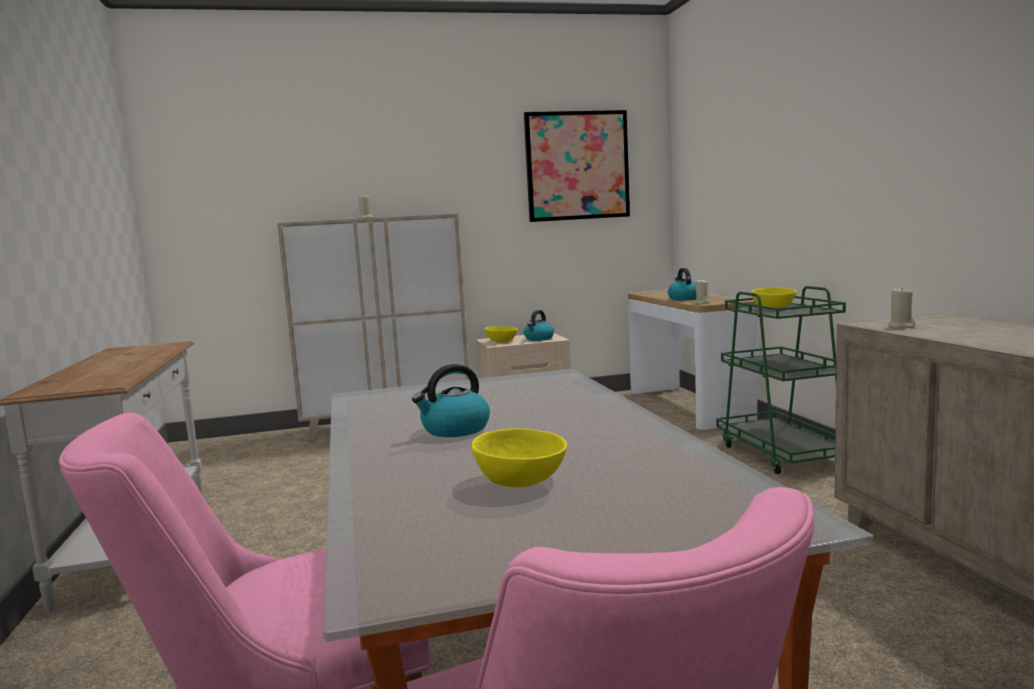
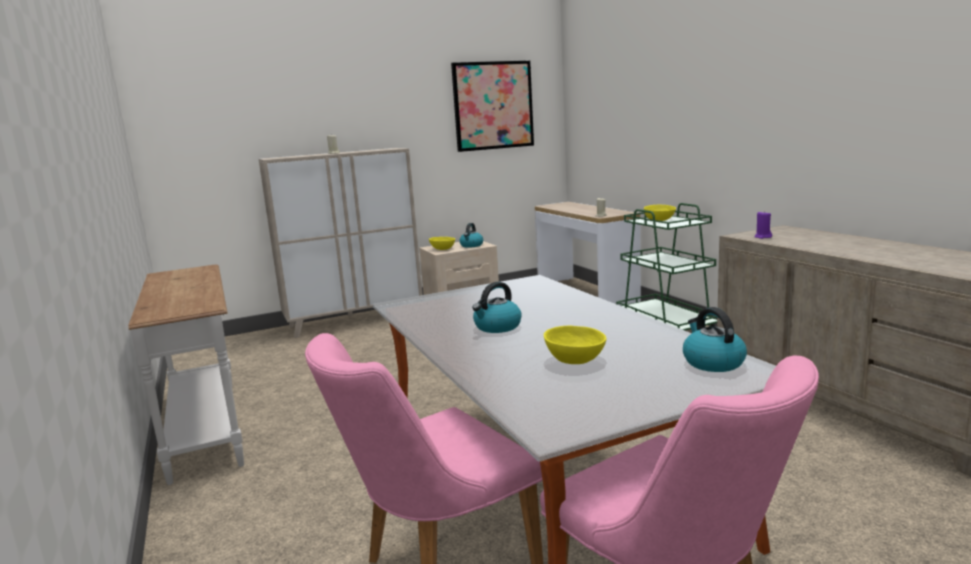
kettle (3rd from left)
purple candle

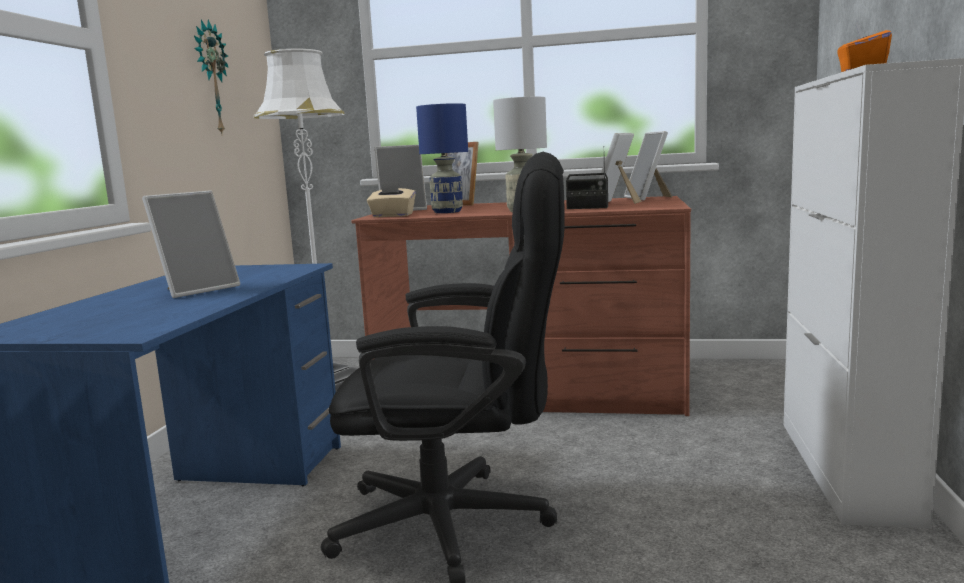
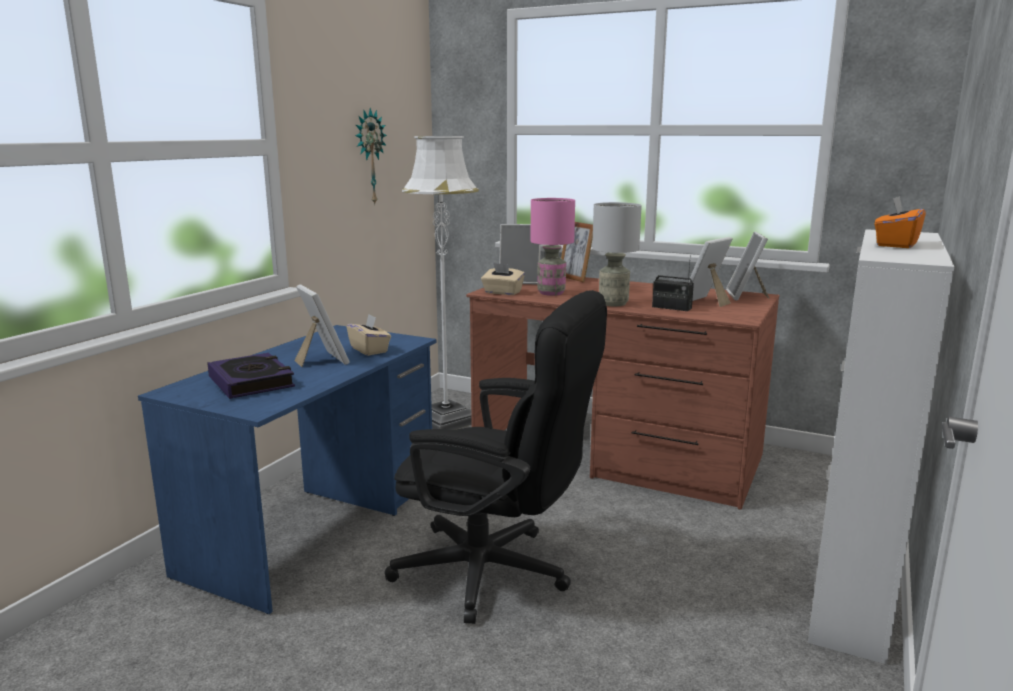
pink table lamp
picture frame (1st from left)
beige tissue box (1st from left)
book

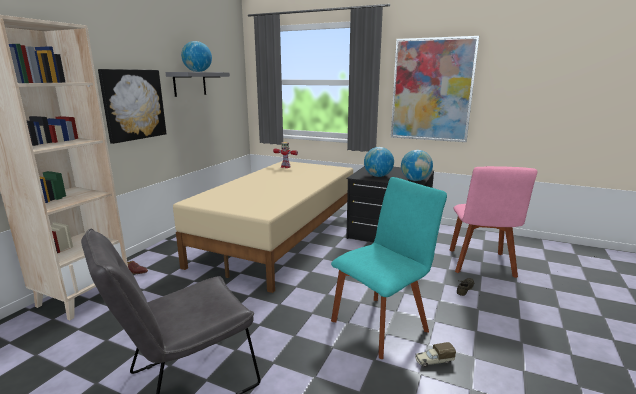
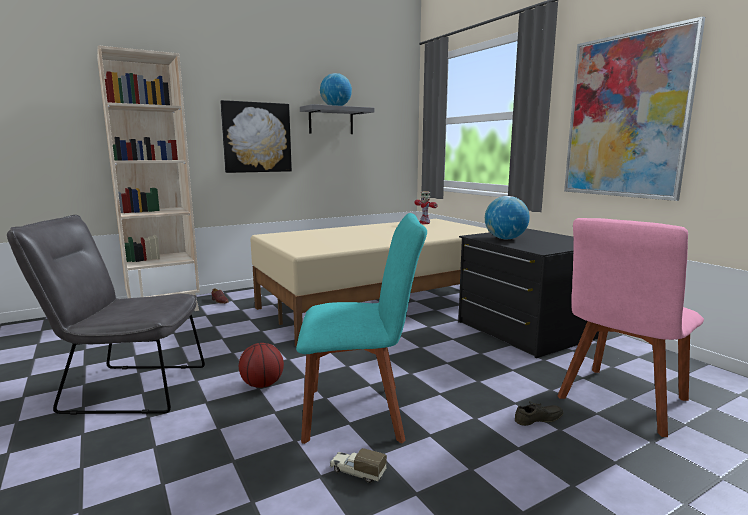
globe (3rd from left in the first image)
basketball

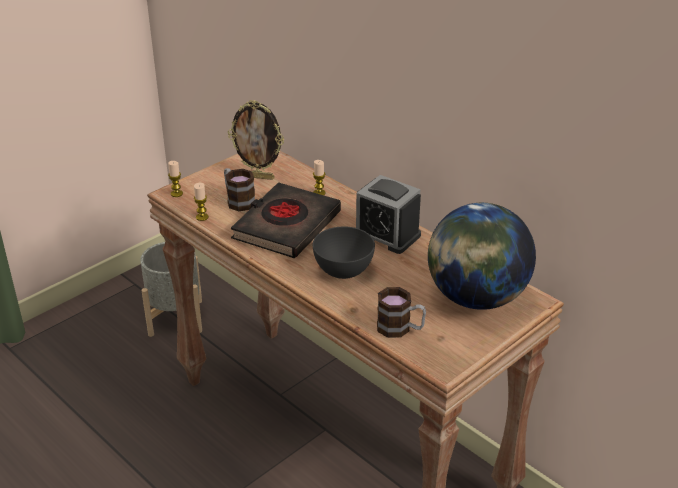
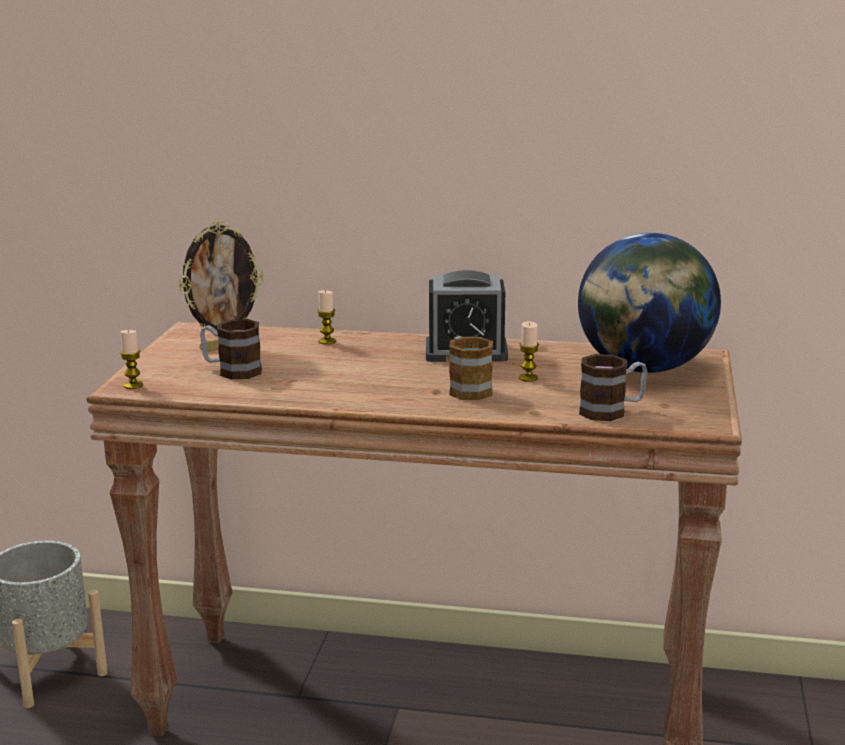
black book
candle (3rd from left)
mug (2nd from left)

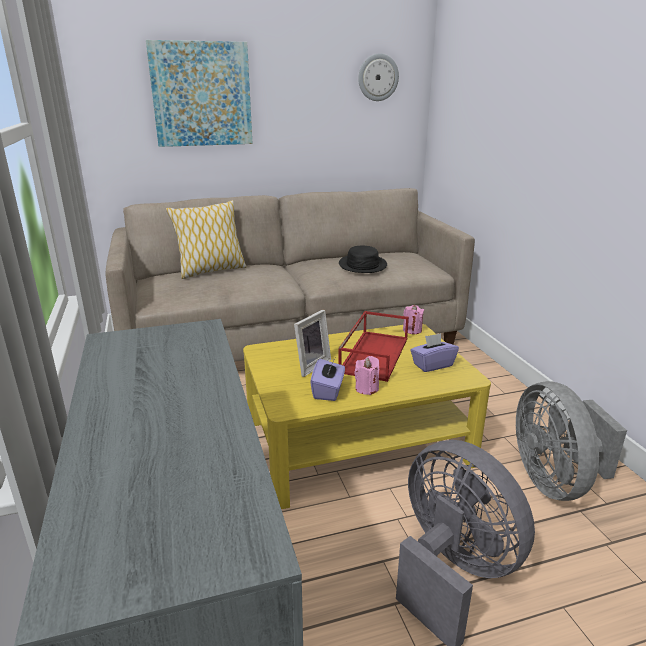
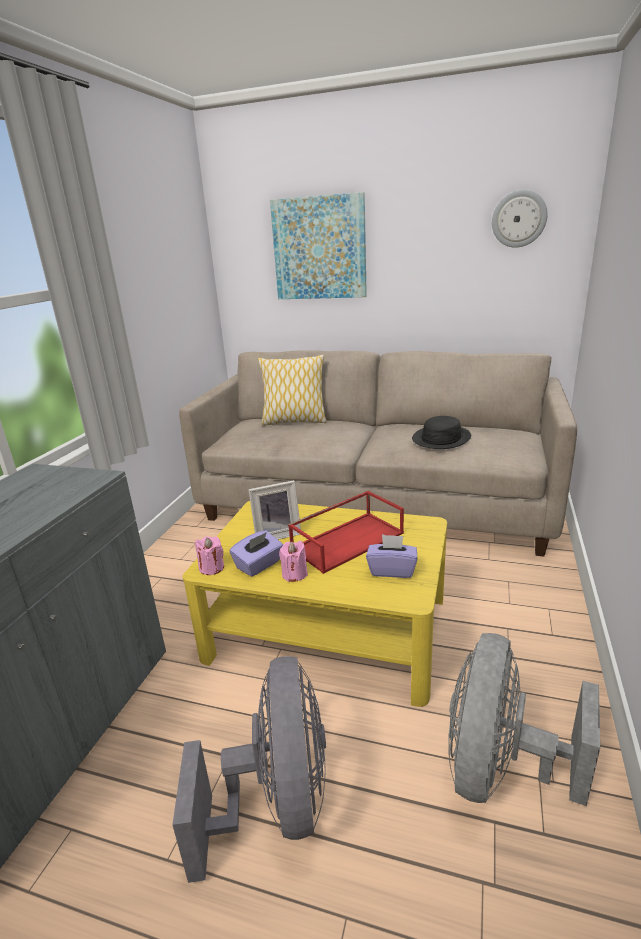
pink candle (1st from left)

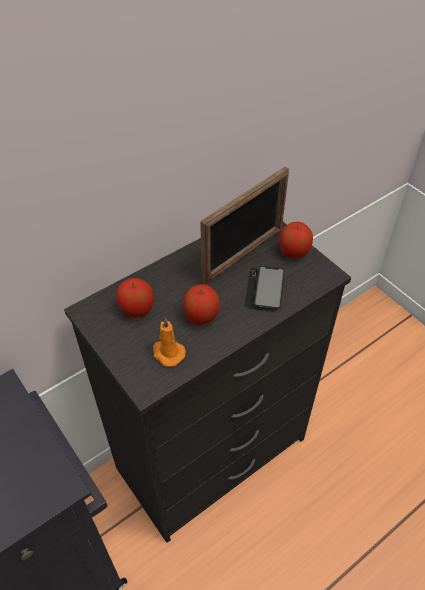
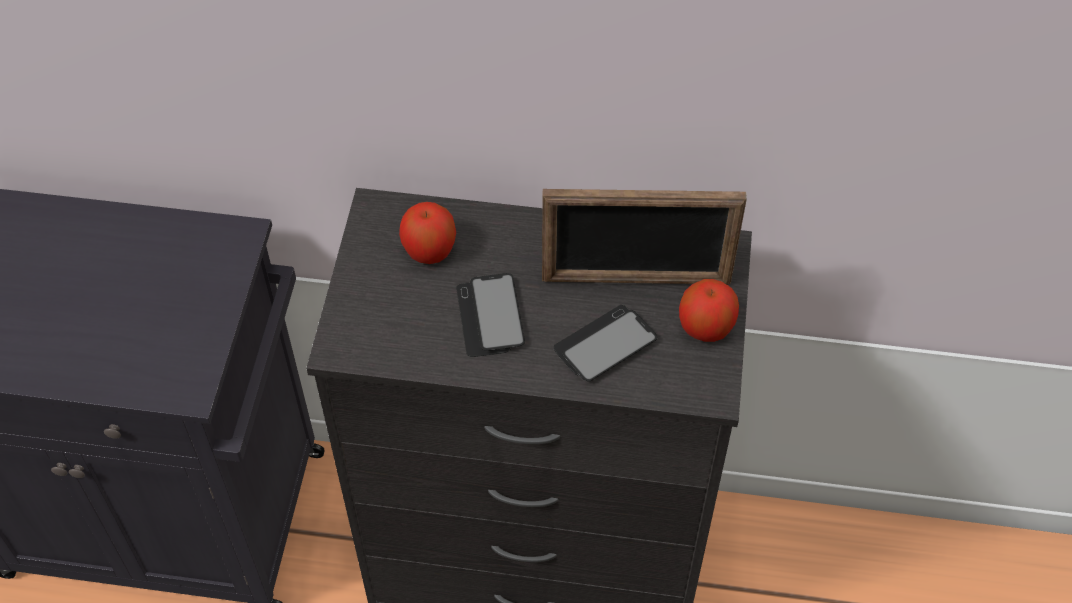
phone (1st from left)
orange candle

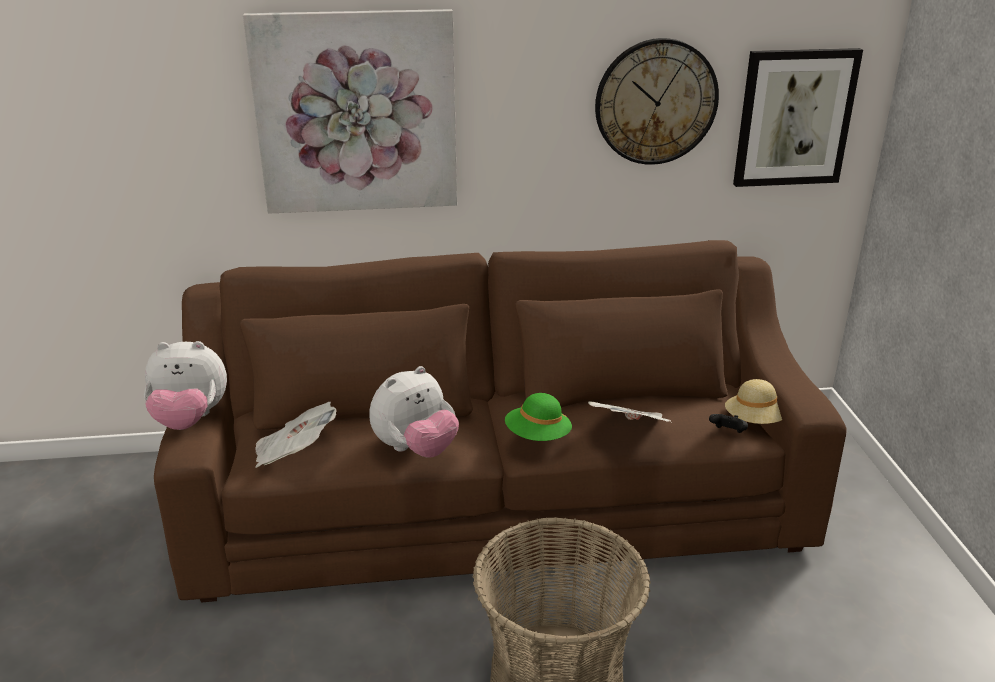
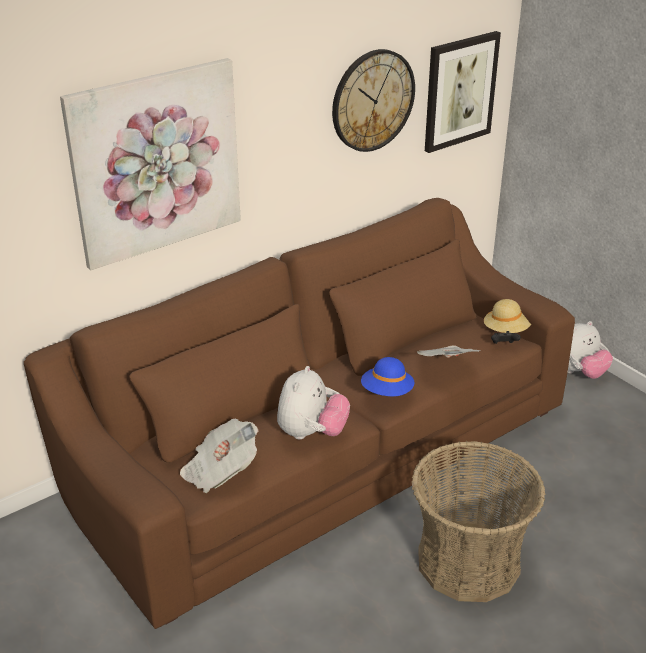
plush toy (2nd from left)
blue hat

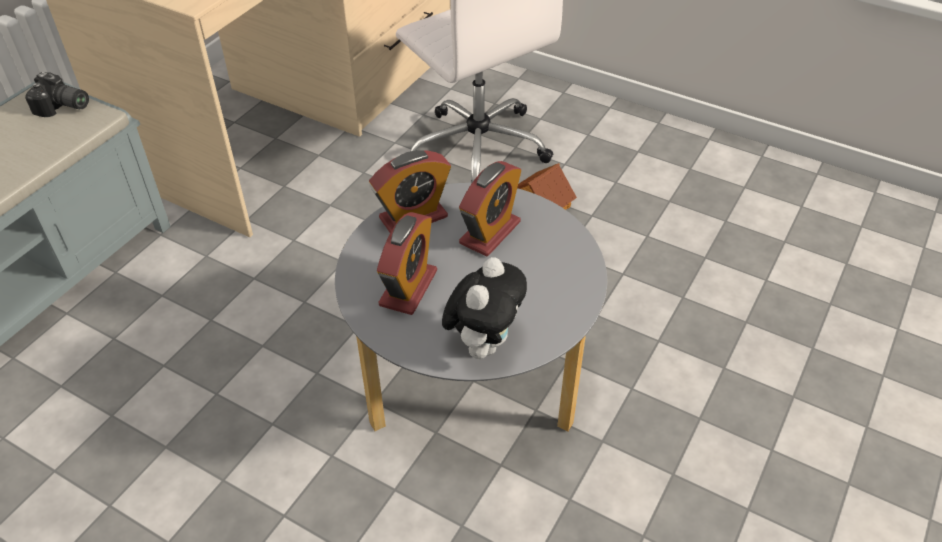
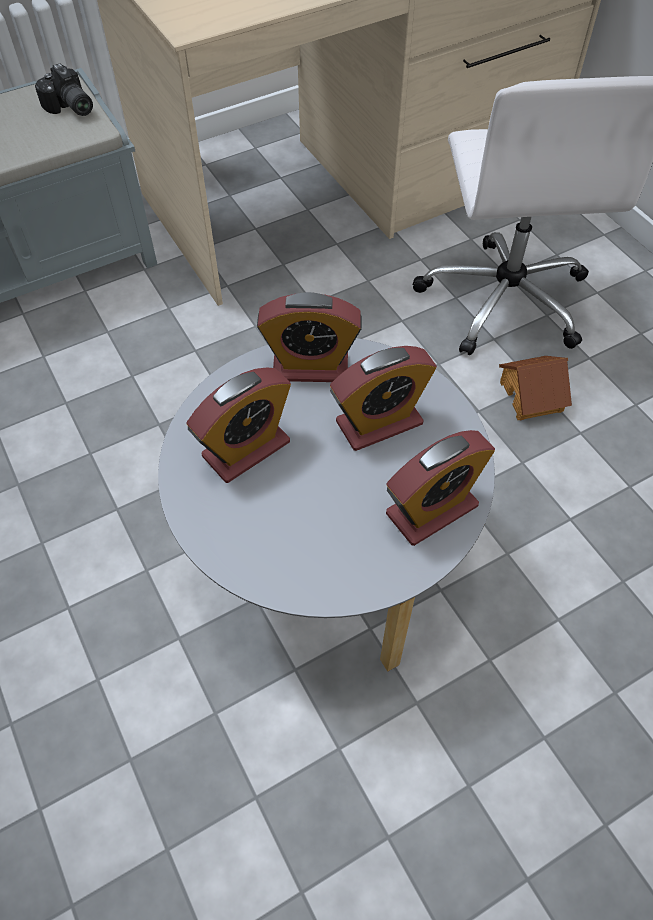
plush toy
alarm clock (4th from left)

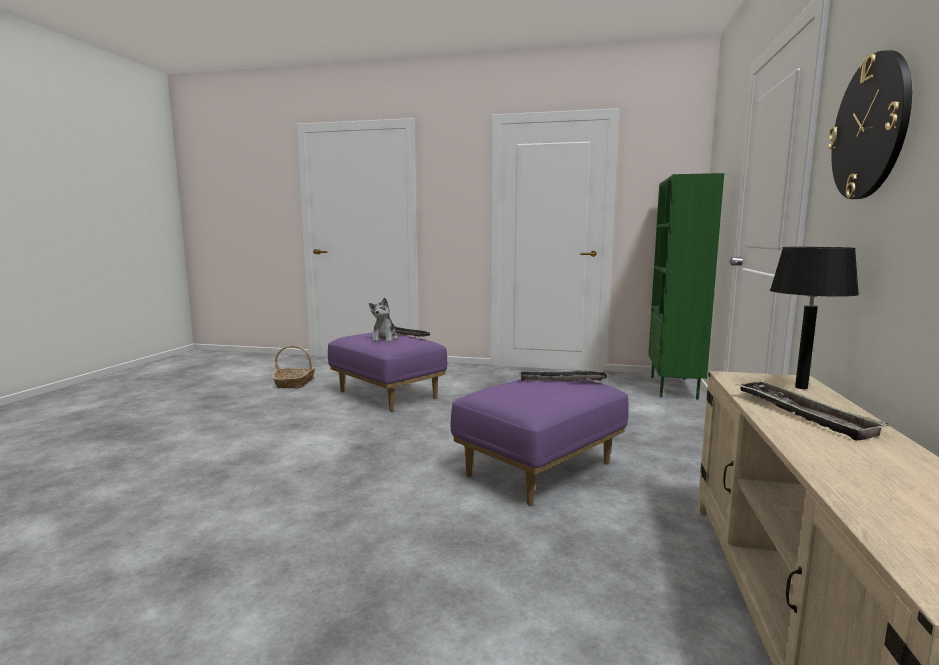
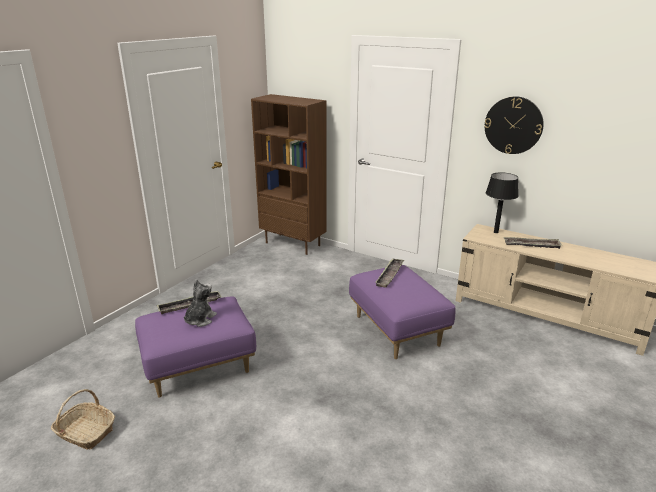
brown bookcase
plush toy

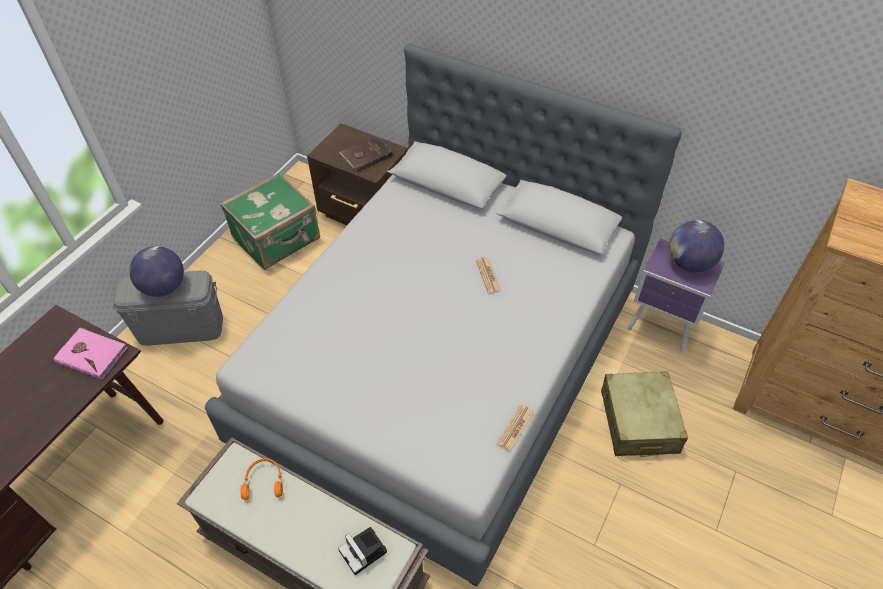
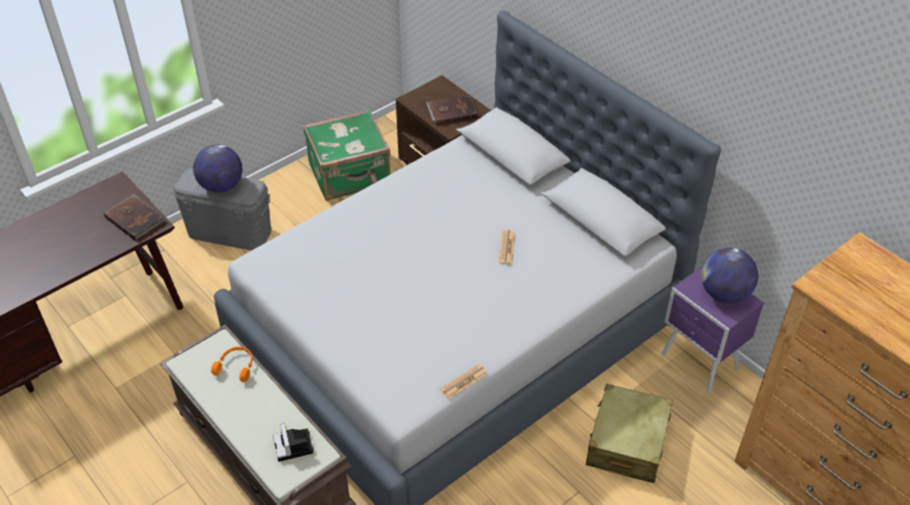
brown book (1st from left)

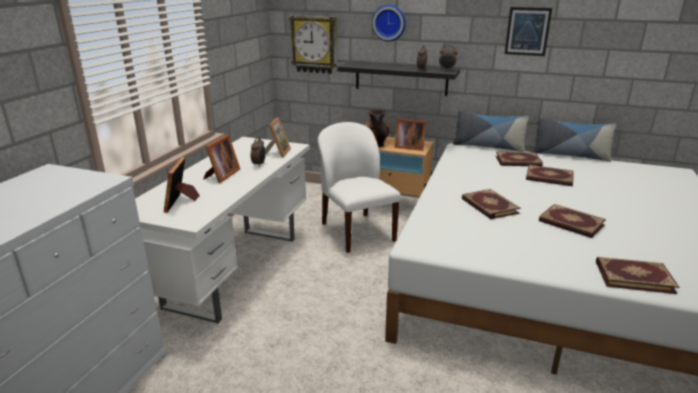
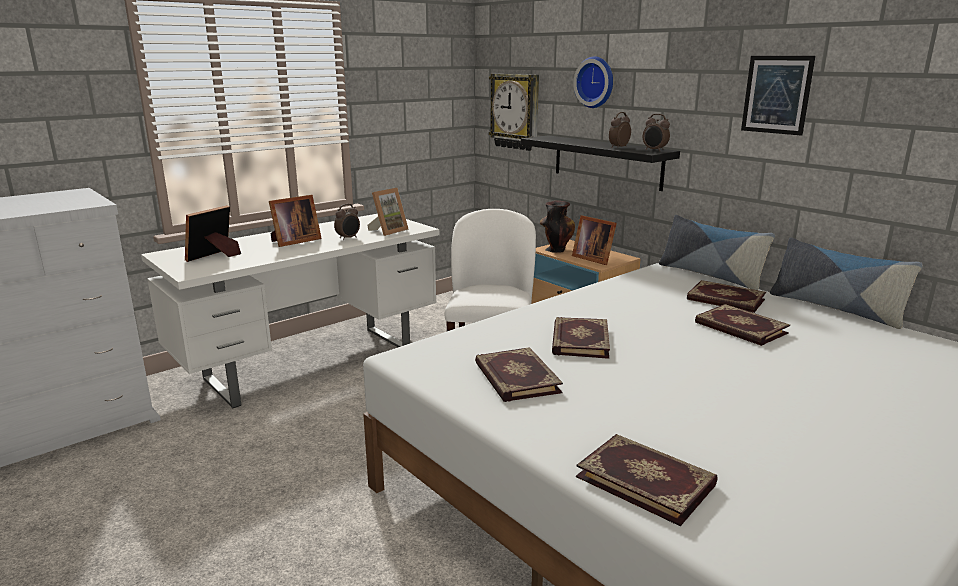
book (1st from left)

